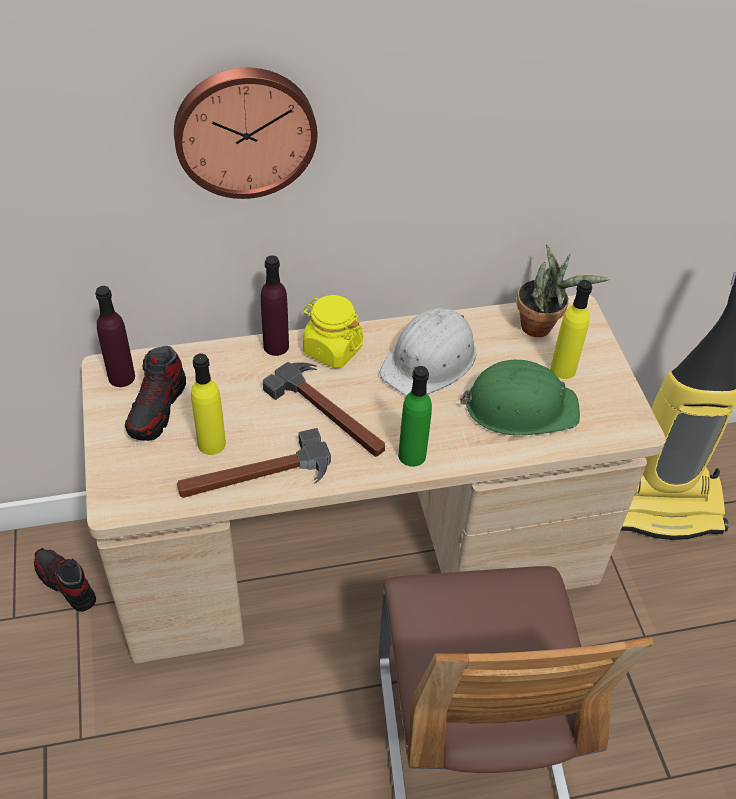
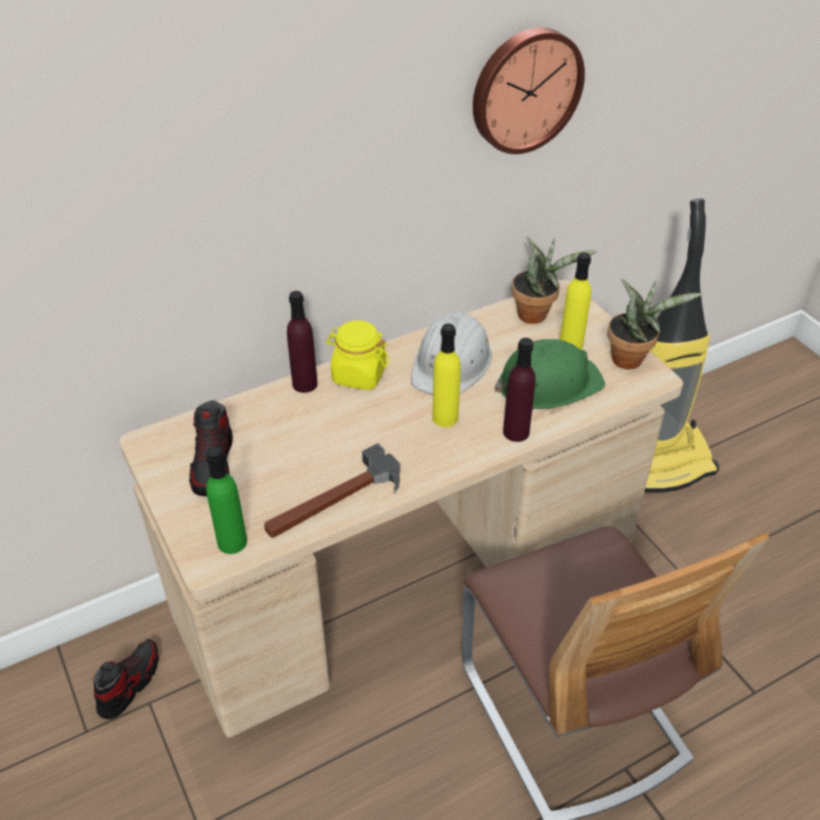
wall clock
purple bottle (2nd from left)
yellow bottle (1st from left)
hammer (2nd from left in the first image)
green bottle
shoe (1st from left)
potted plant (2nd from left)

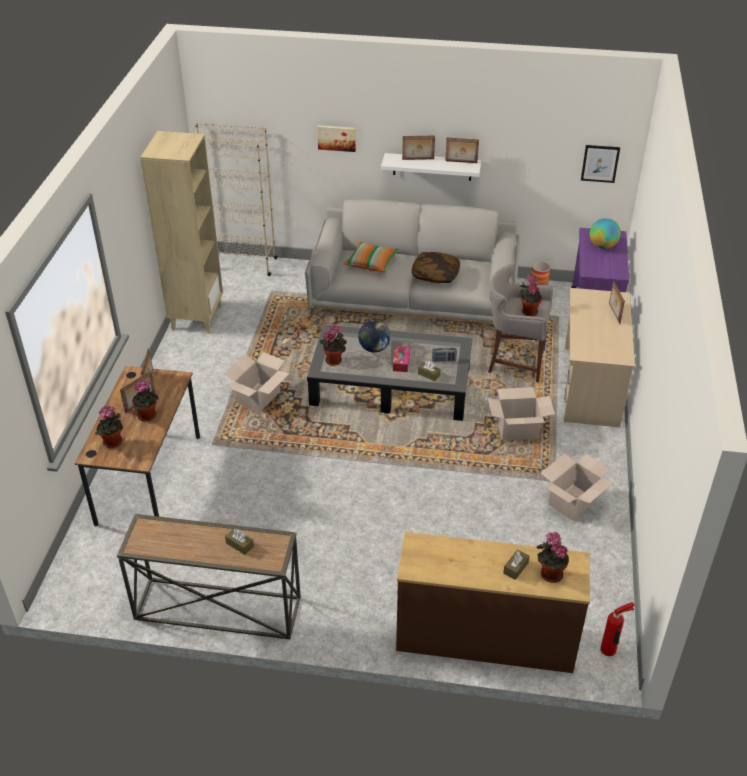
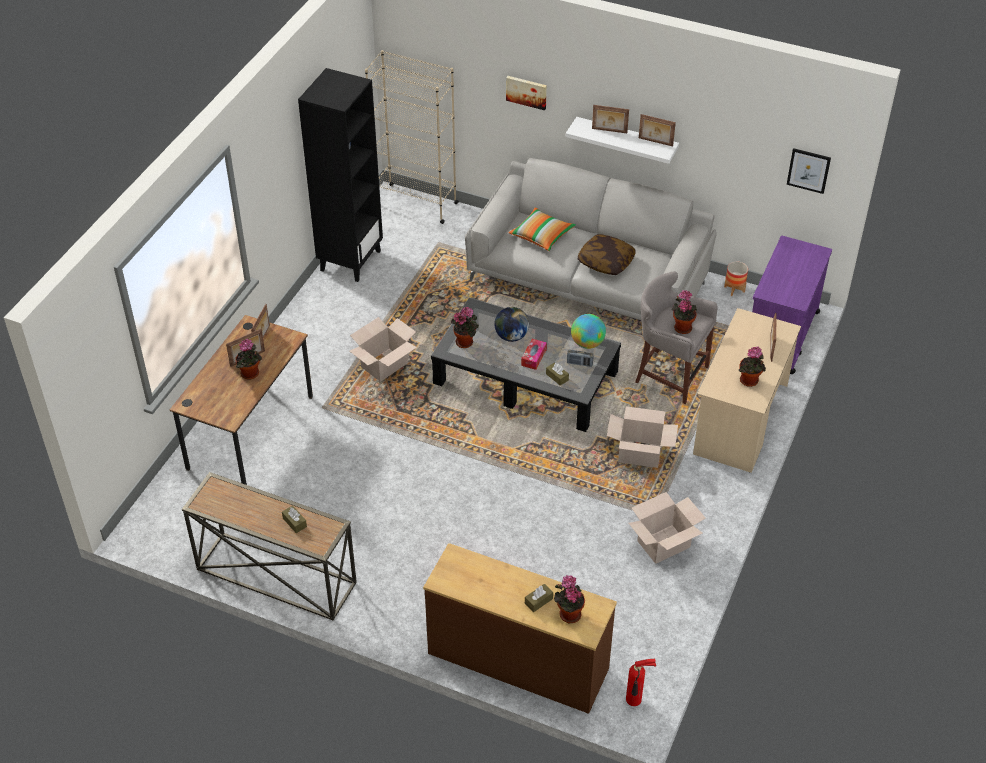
black bookcase
globe (2nd from left)
potted plant (5th from left)

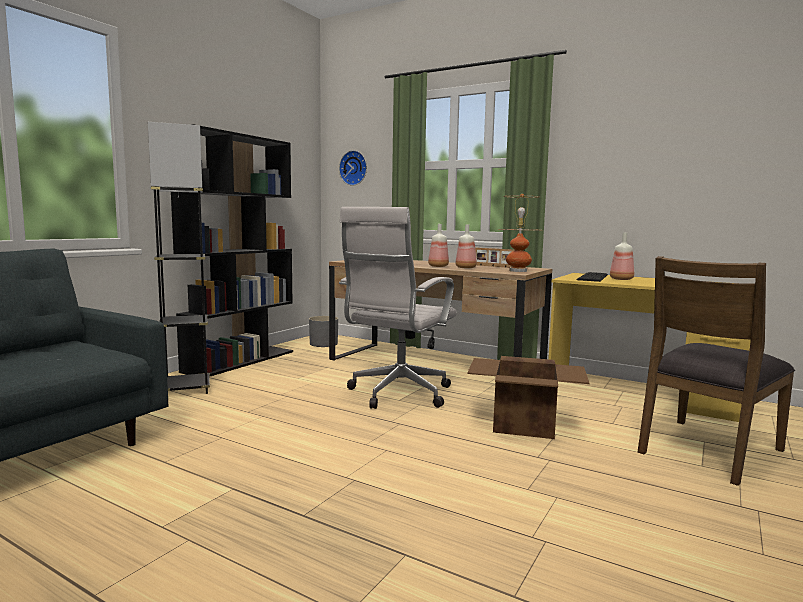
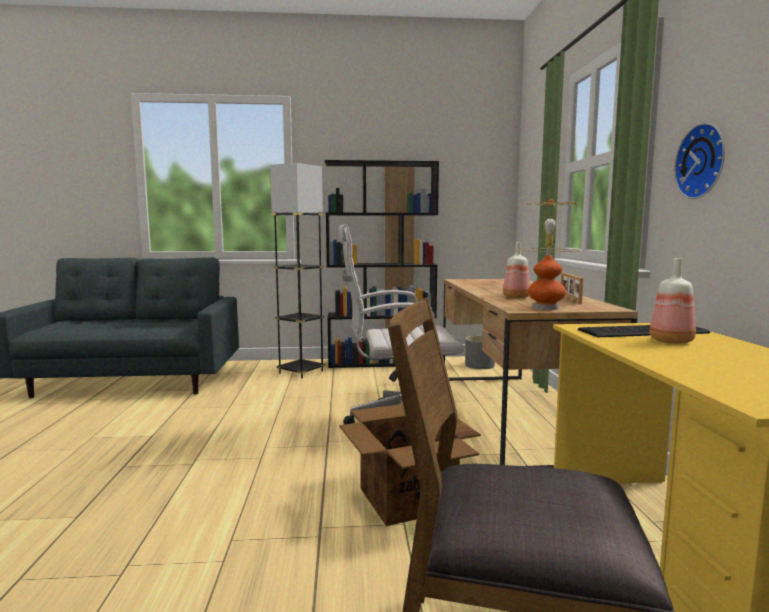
wall clock
bottle (1st from left in the first image)

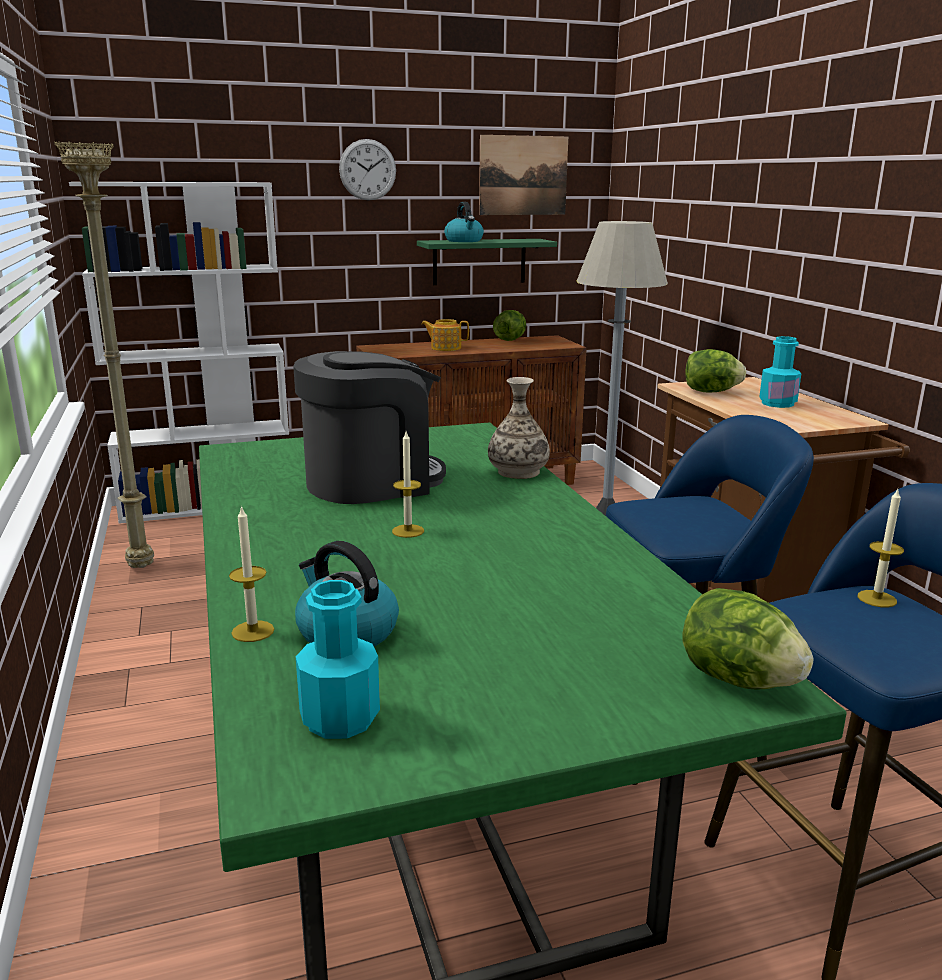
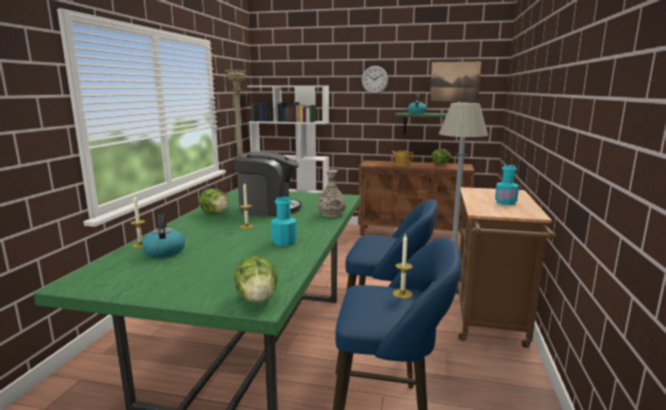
lettuce (1st from left)
turquoise bottle (1st from left)

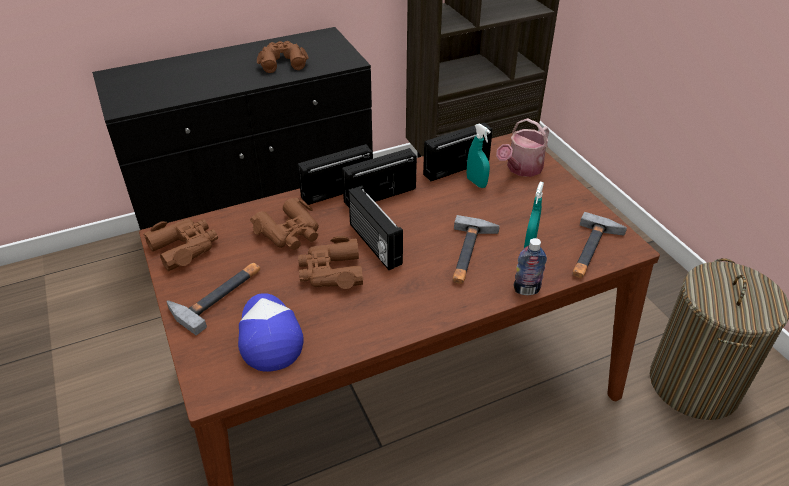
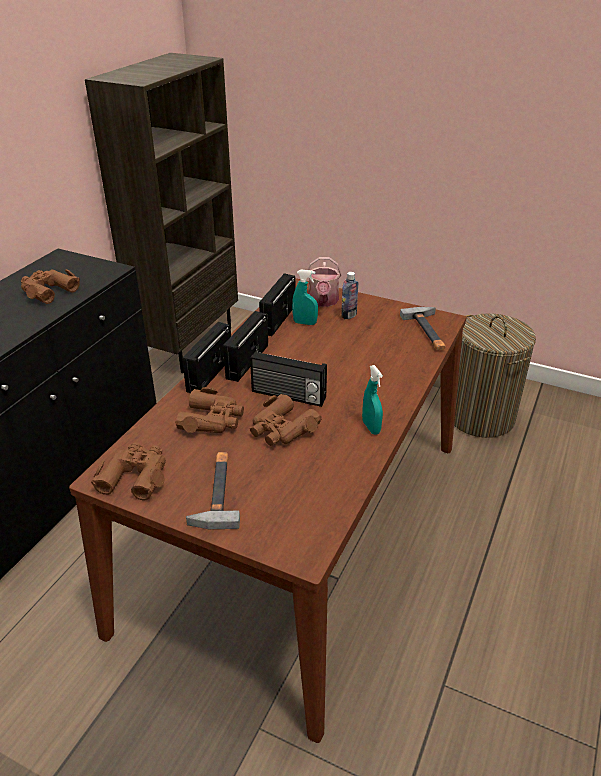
turquoise spray bottle (2nd from left)
hammer (2nd from left in the first image)
bottle
cap

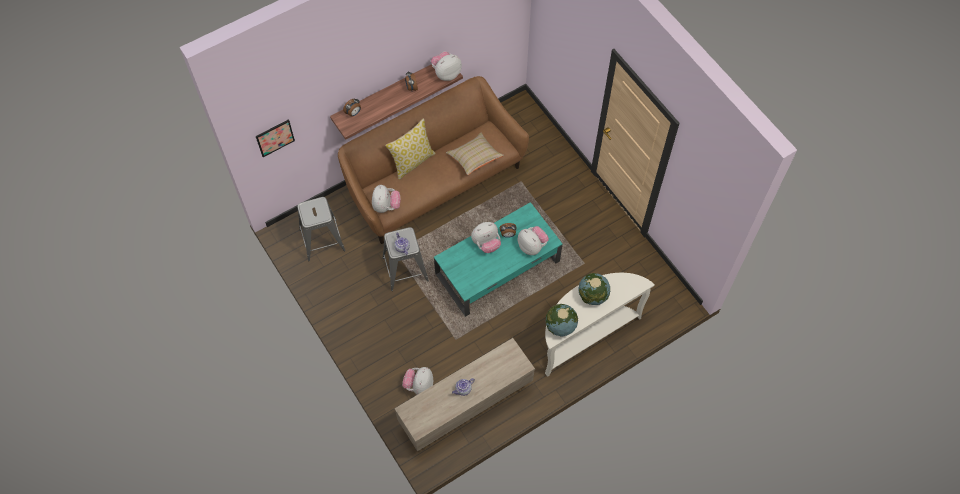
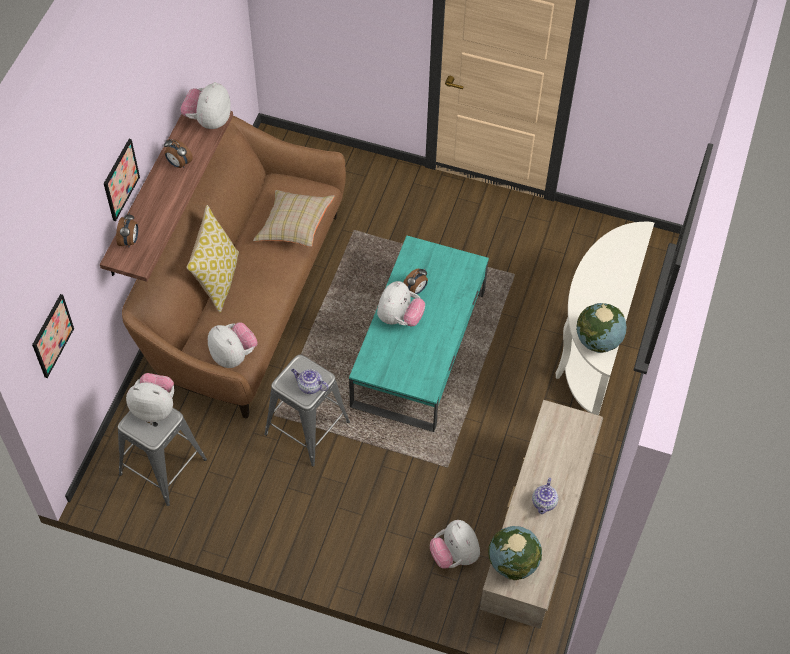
plush toy (1st from left)
globe (1st from left)
picture (2nd from left)

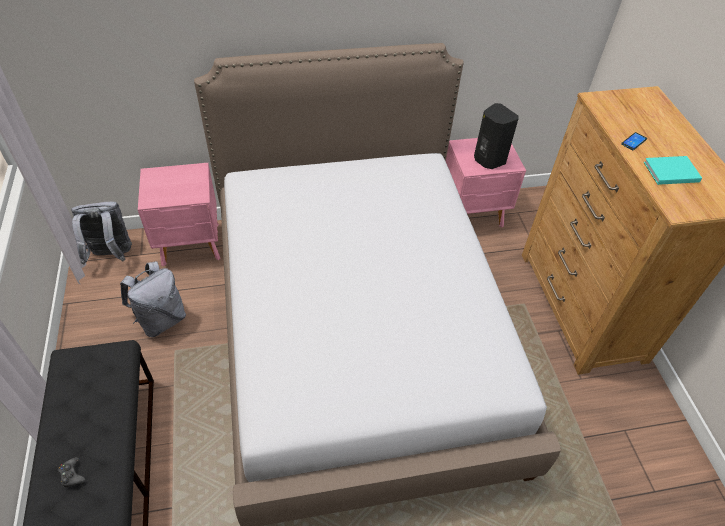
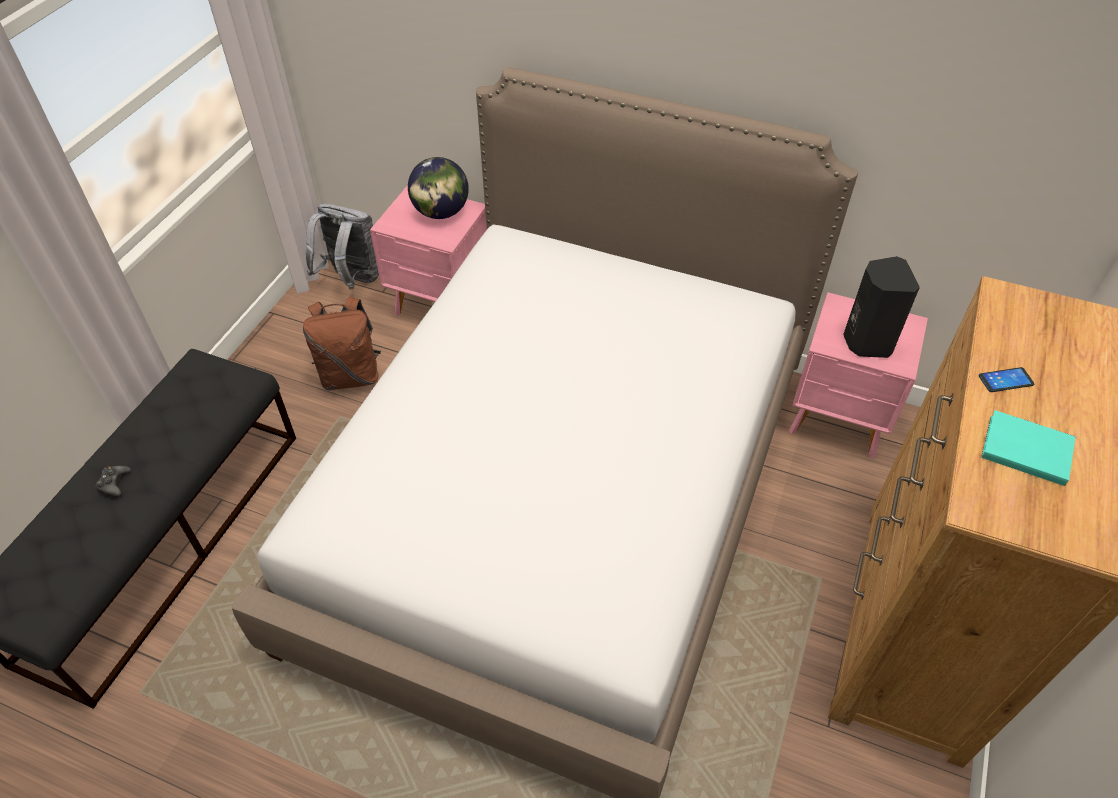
brown backpack
globe

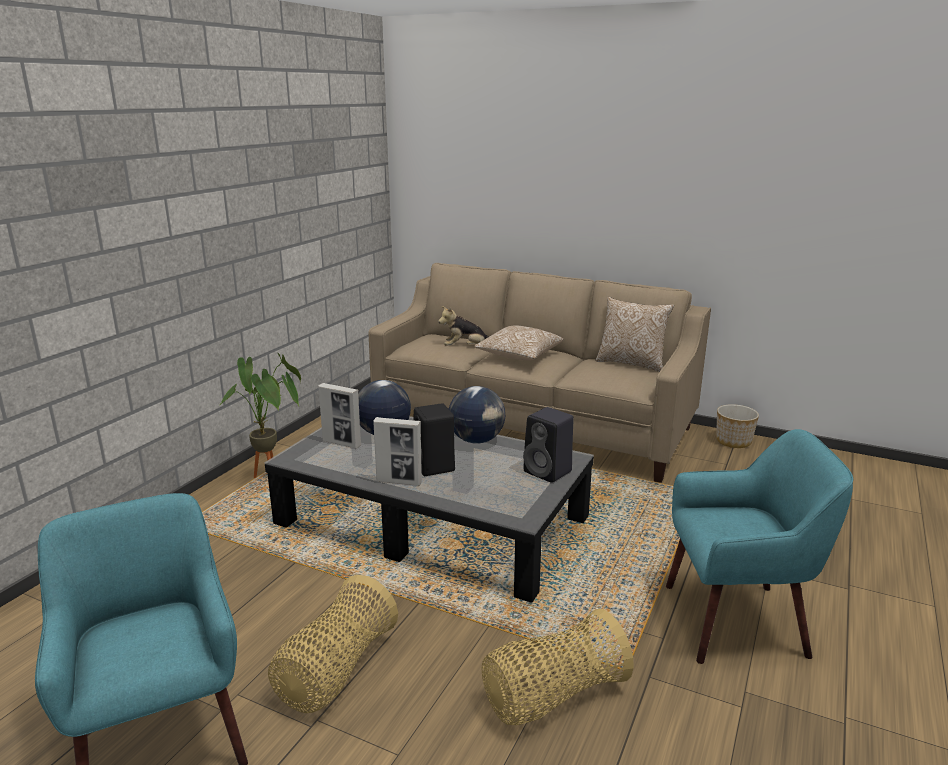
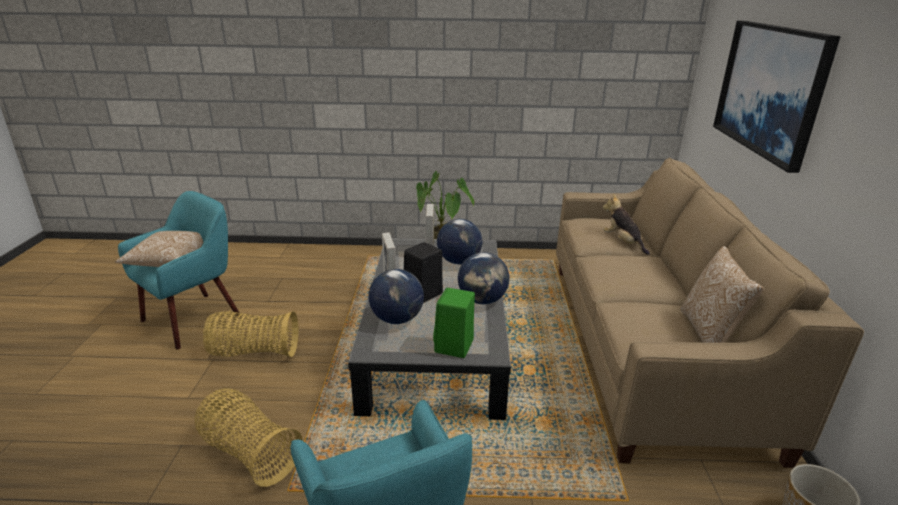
pillow (1st from left)
green speaker
picture
globe (1st from left)

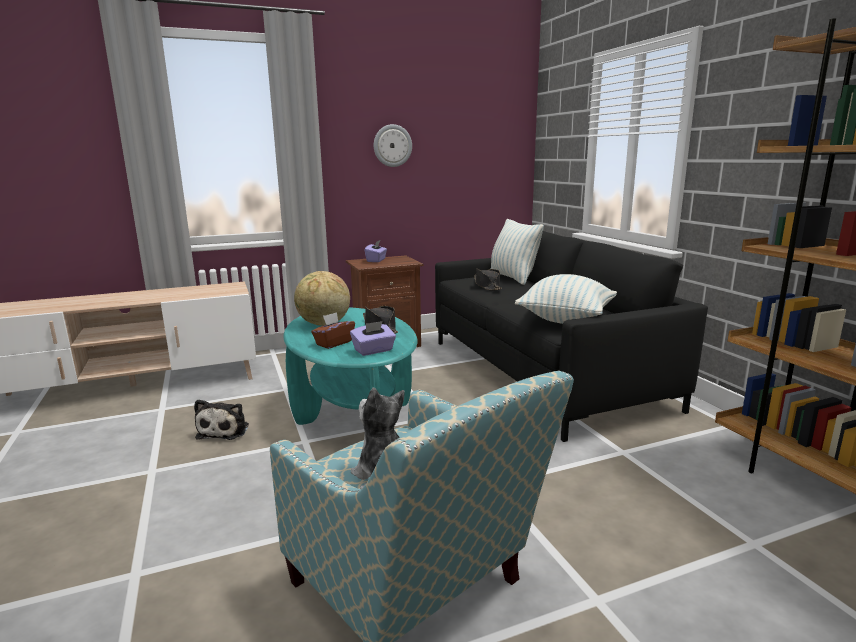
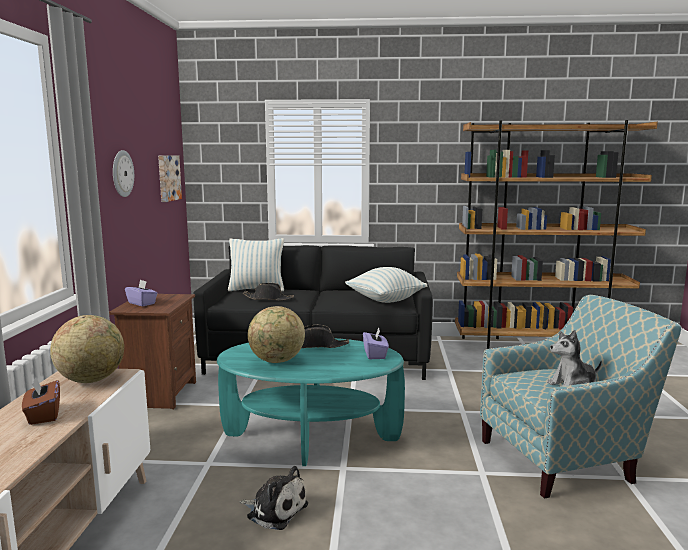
brown tissue box
picture
globe (1st from left)

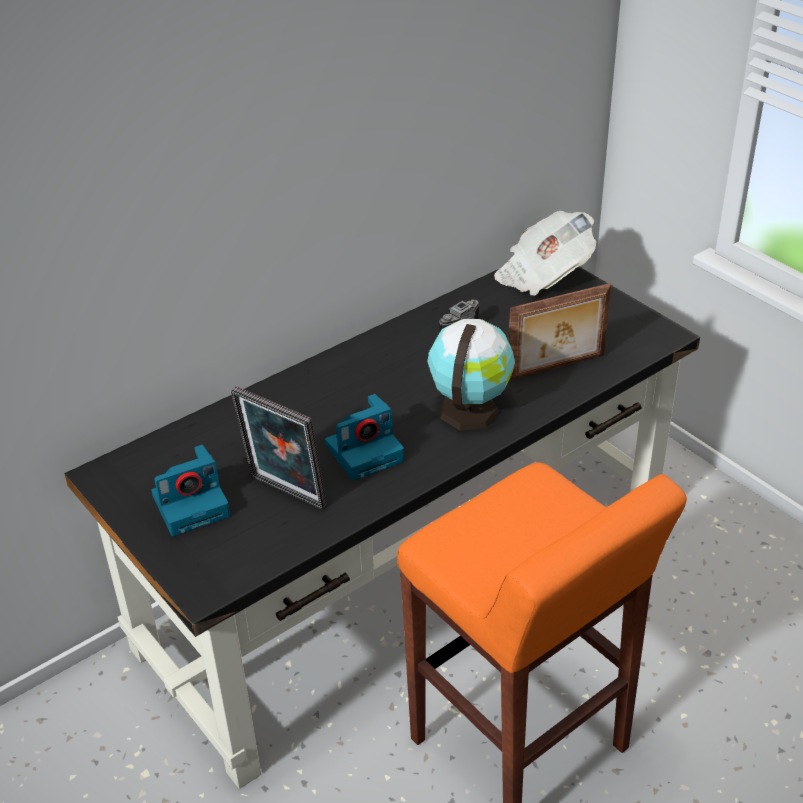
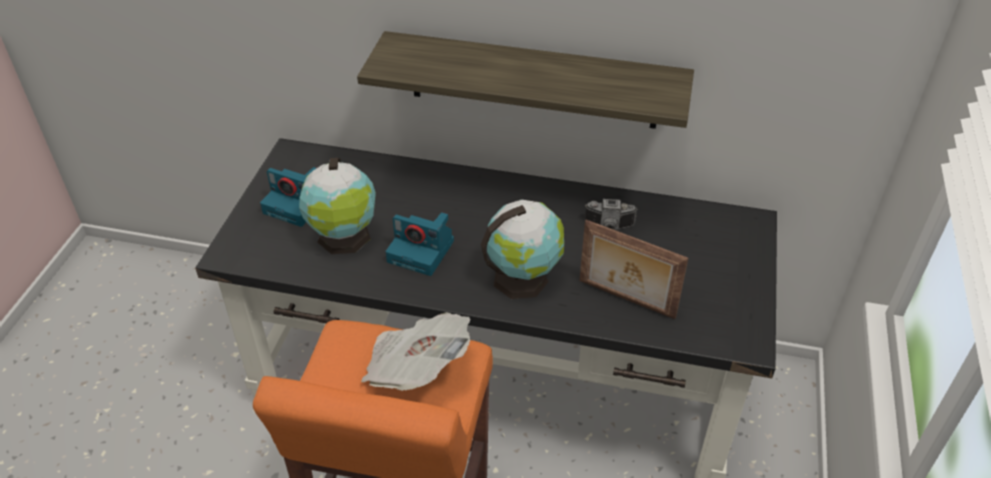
newspaper
globe (1st from left)
shelf

